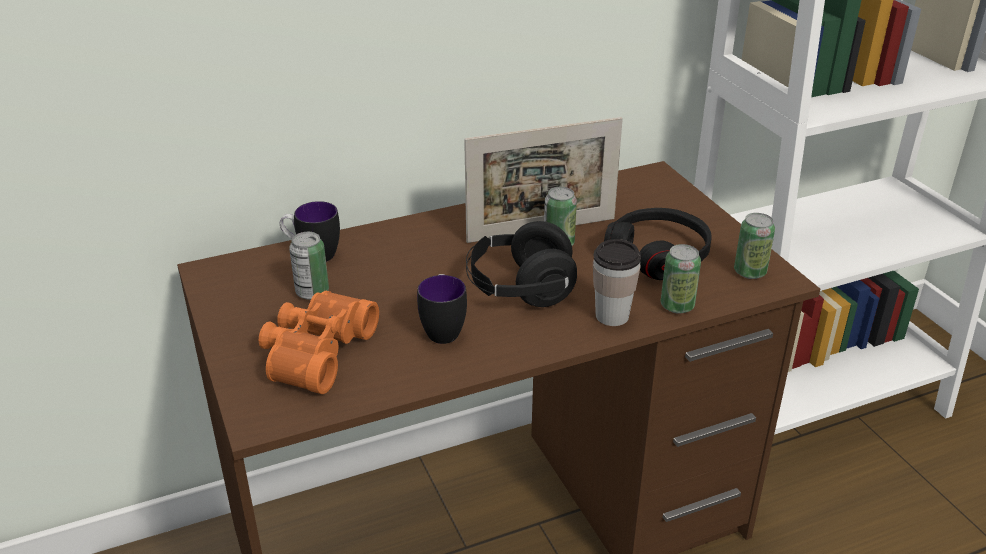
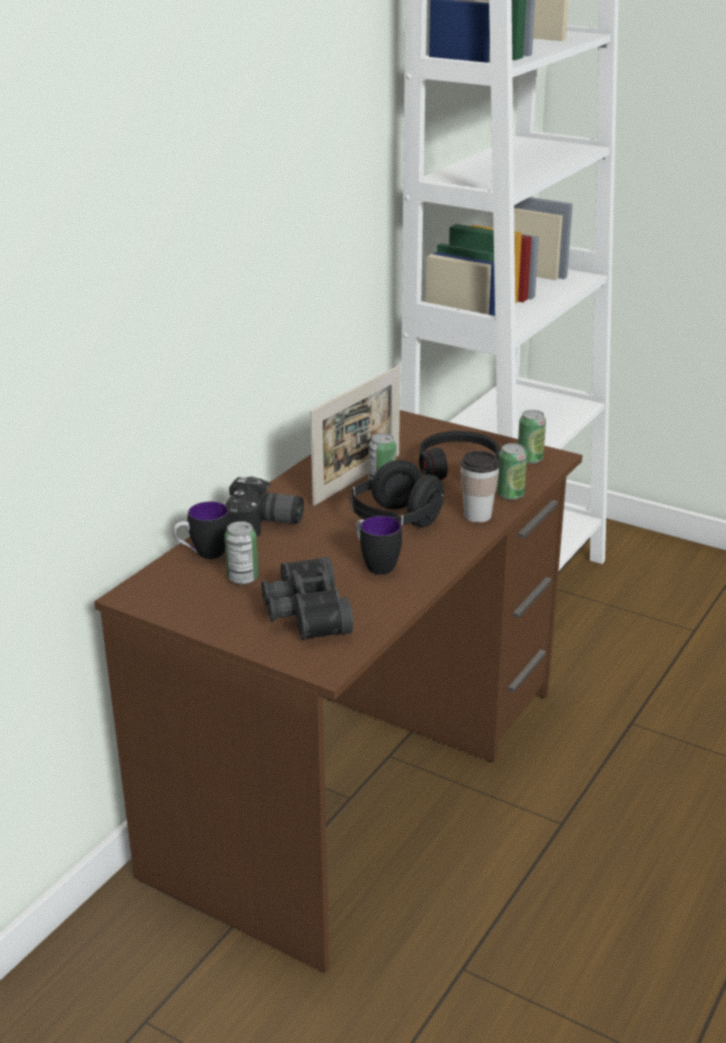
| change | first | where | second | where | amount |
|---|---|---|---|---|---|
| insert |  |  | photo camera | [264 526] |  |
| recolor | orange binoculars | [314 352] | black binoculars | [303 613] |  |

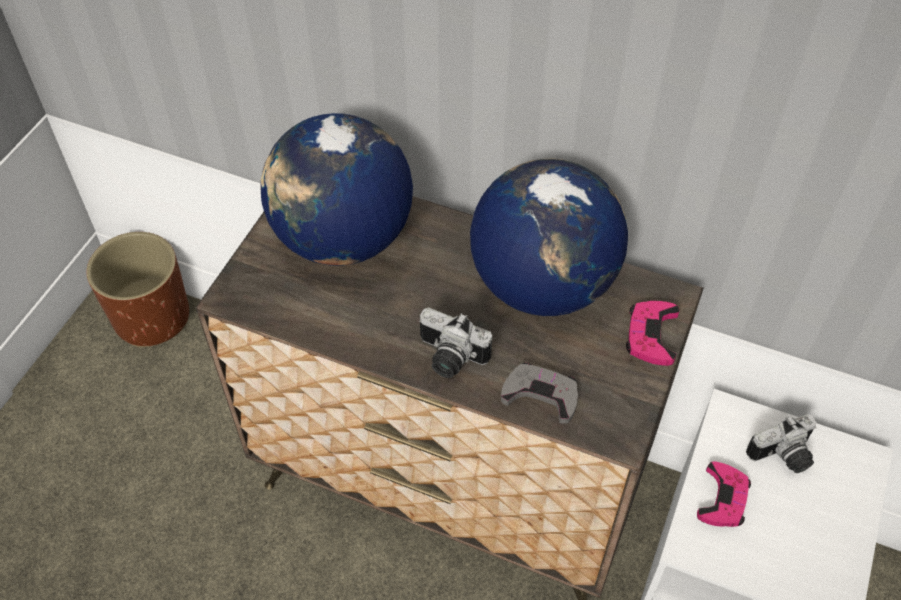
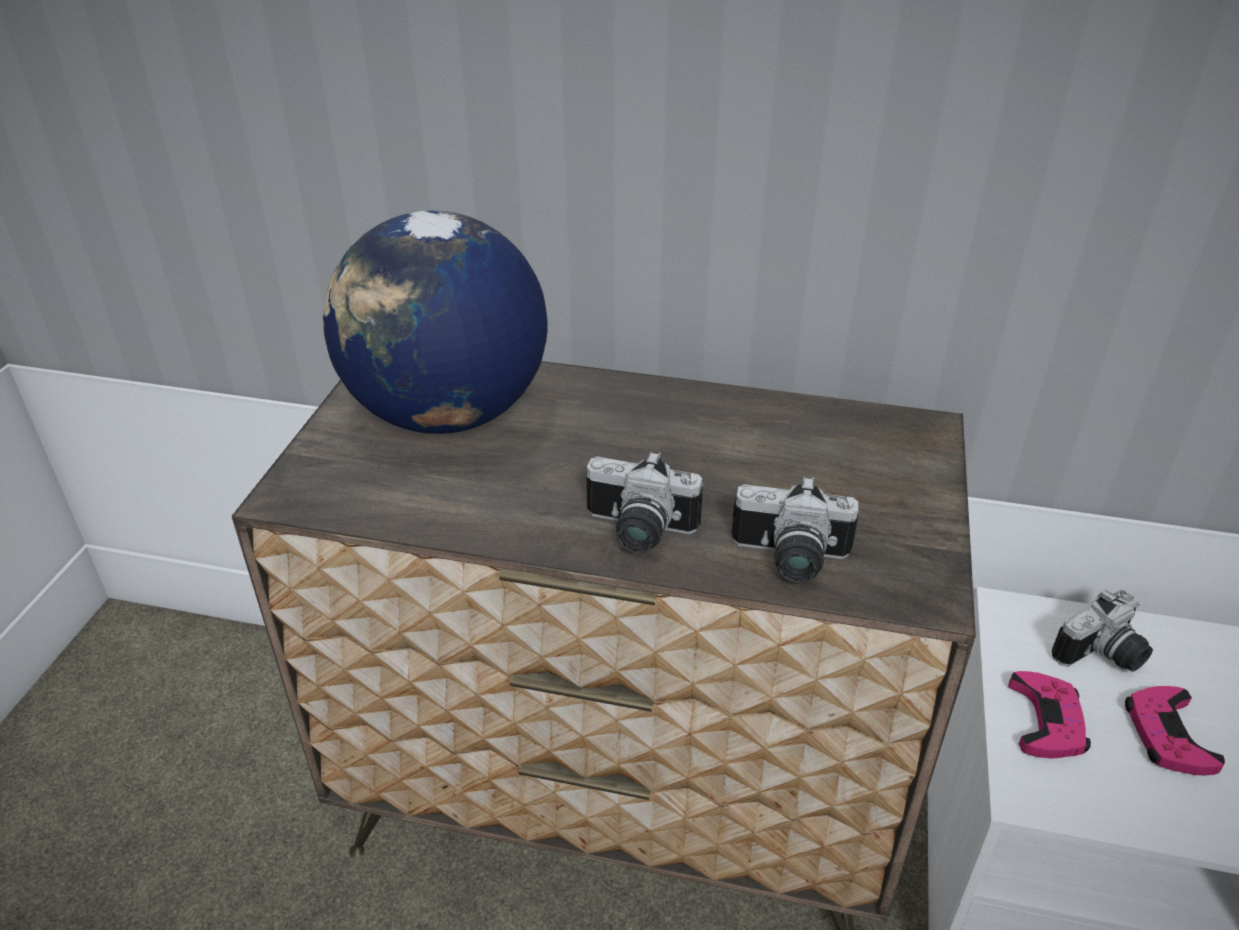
| change | first | where | second | where | amount |
|---|---|---|---|---|---|
| replace | grey game controller | [541 395] | photo camera | [789 560] |  |
| move | pink game controller | [651 335] |  | [1167 735] |  |
| delete | brown planter | [151 317] |  |  |  |
| delete | globe | [542 284] |  |  |  |

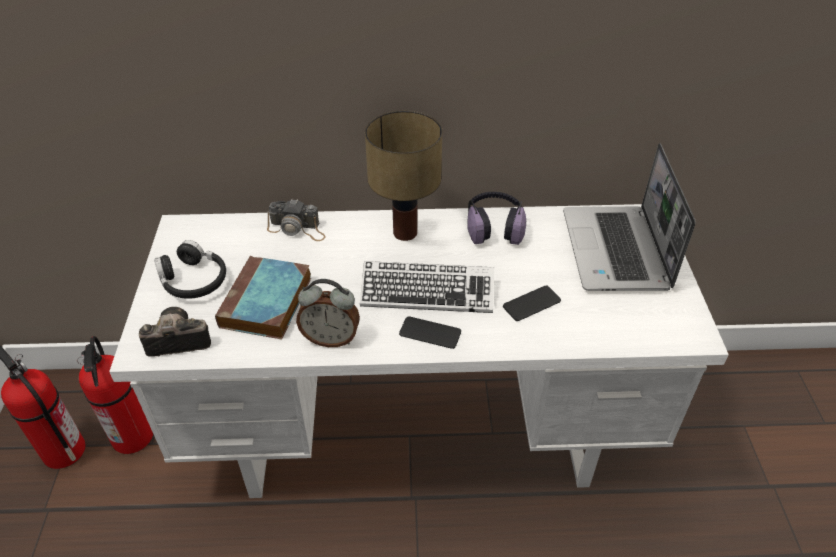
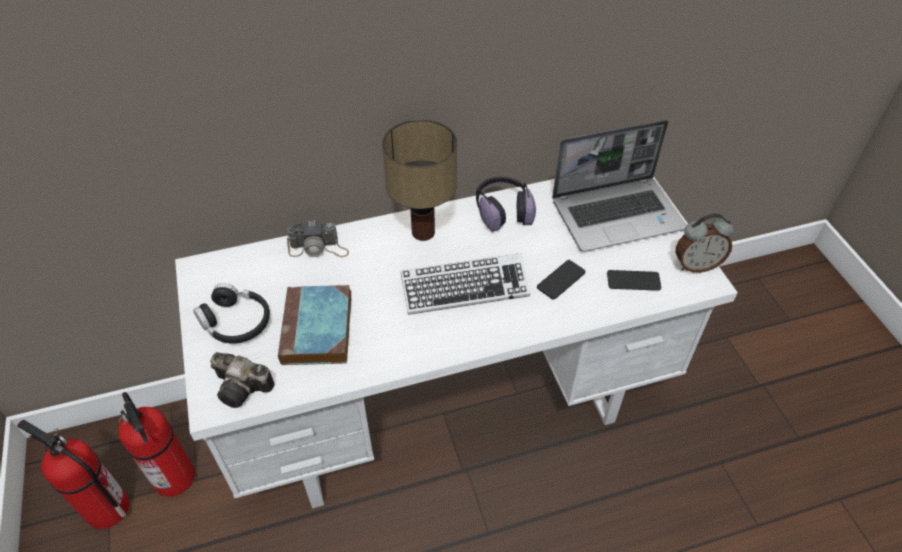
| change | first | where | second | where | amount |
|---|---|---|---|---|---|
| rotate | photo camera | [175 341] |  | [244 388] | 135 degrees counterclockwise |
| rotate | laptop | [617 251] |  | [618 214] | 90 degrees counterclockwise |
| move | phone | [430 333] |  | [633 281] |  |
| move | alarm clock | [331 338] |  | [696 265] |  |

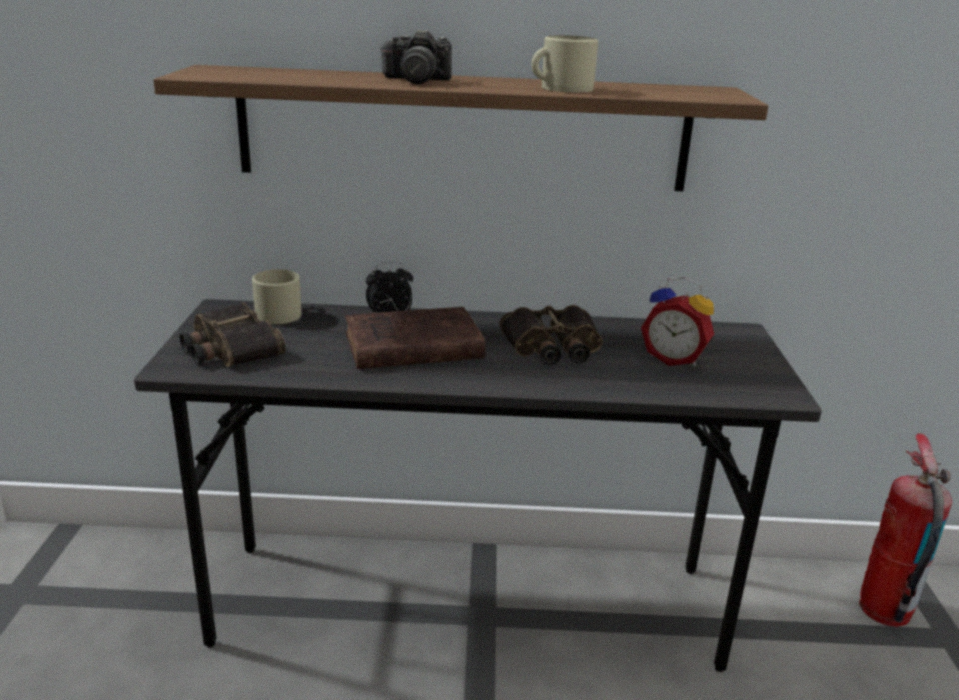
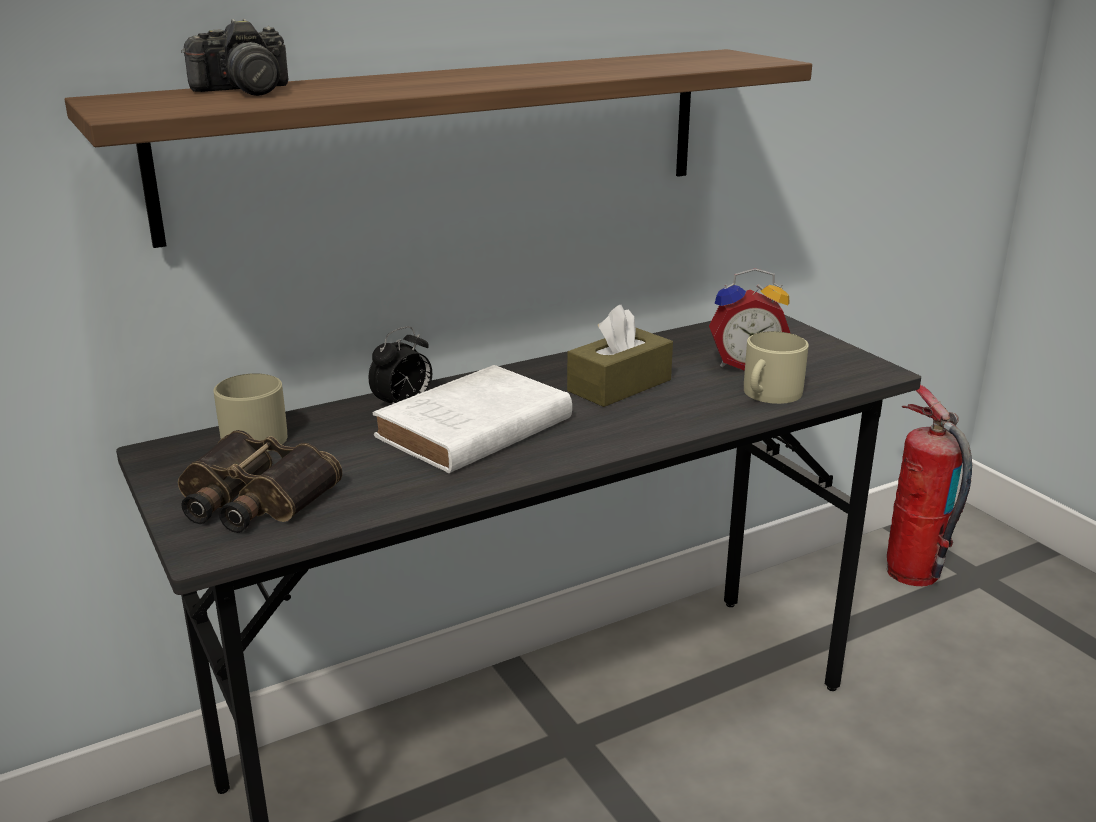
| change | first | where | second | where | amount |
|---|---|---|---|---|---|
| move | photo camera | [416 80] |  | [245 90] |  |
| recolor | brown book | [409 347] | white book | [470 430] |  |
| replace | binoculars | [552 347] | brown tissue box | [619 385] |  |
| move | beige mug | [560 88] |  | [769 394] |  |

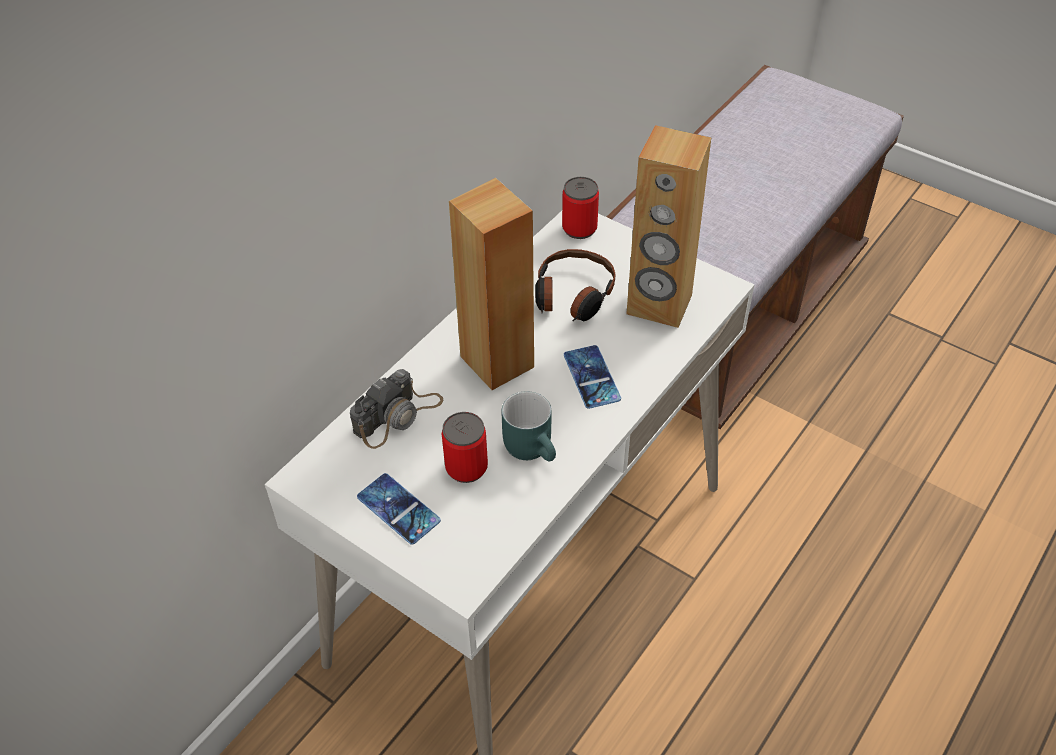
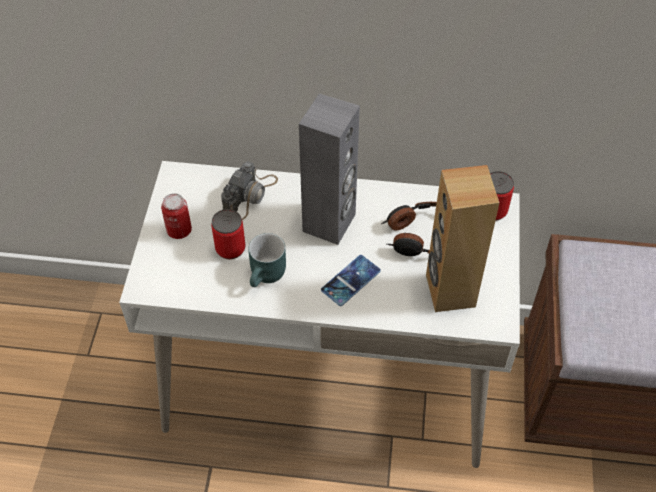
| change | first | where | second | where | amount |
|---|---|---|---|---|---|
| replace | phone | [398 509] | can | [179 230] |  |
| rotate | photo camera | [398 416] |  | [250 195] | 75 degrees counterclockwise |
| recolor | brown speaker | [498 361] | grey speaker | [330 223] |  |

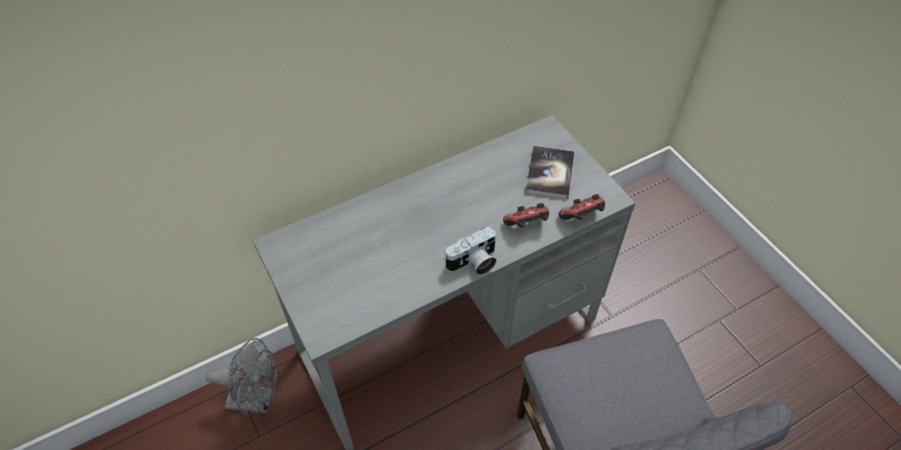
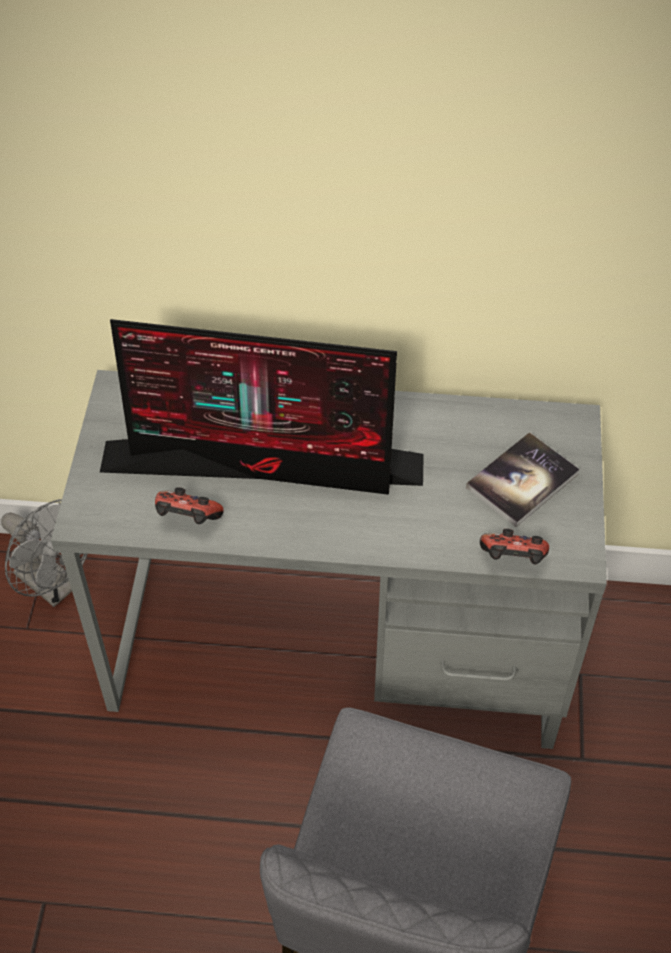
| change | first | where | second | where | amount |
|---|---|---|---|---|---|
| insert |  |  | monitor | [267 464] |  |
| move | game controller | [527 225] |  | [188 520] |  |
| delete | photo camera | [474 263] |  |  |  |

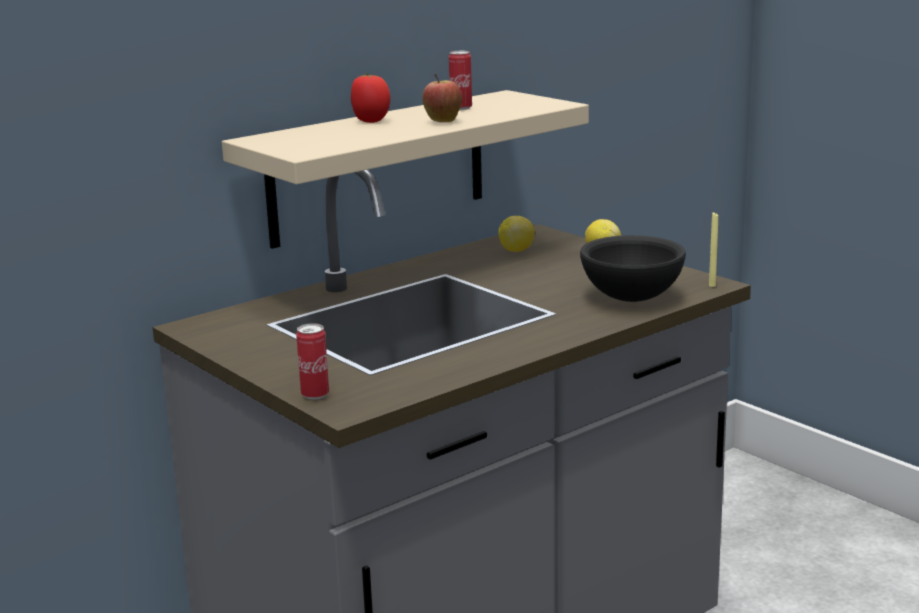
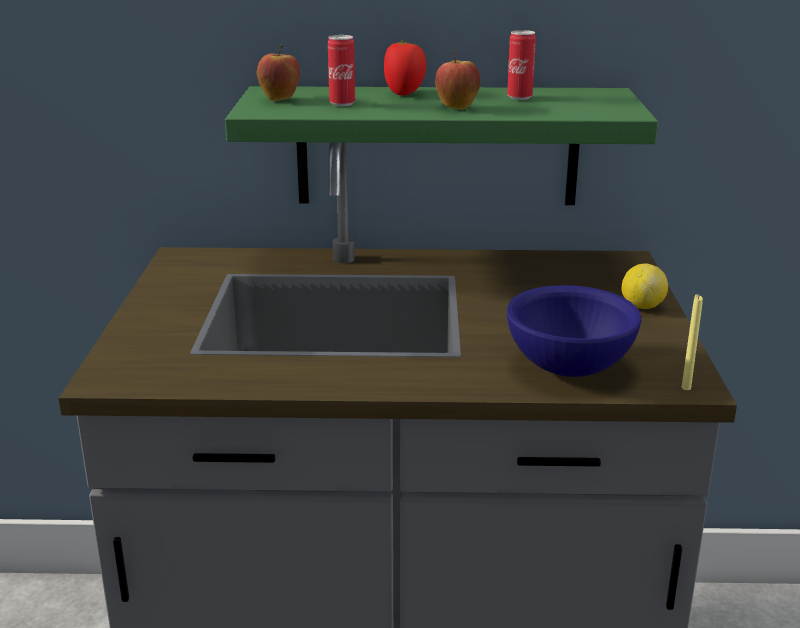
| change | first | where | second | where | amount |
|---|---|---|---|---|---|
| recolor | beige shelf | [378 167] | green shelf | [437 146] |  |
| insert |  |  | apple | [280 100] |  |
| move | can | [315 395] |  | [342 104] |  |
| recolor | black bowl | [631 298] | blue bowl | [567 368] |  |
| delete | lemon | [516 250] |  |  |  |

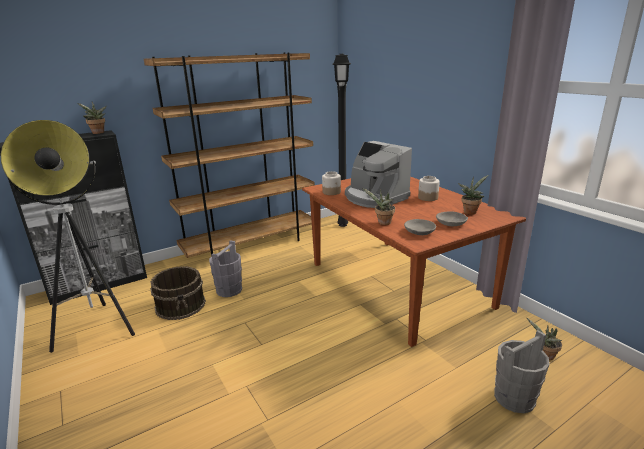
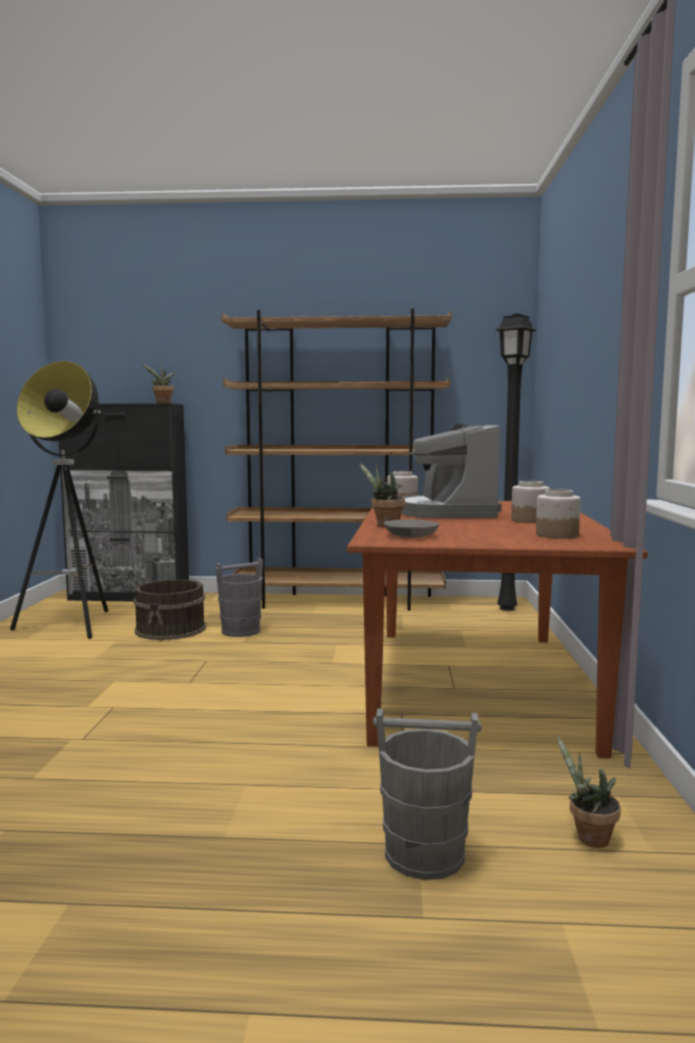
| change | first | where | second | where | amount |
|---|---|---|---|---|---|
| replace | potted plant | [470 211] | jar | [556 535] |  |
| delete | grey bowl | [451 223] |  |  |  |

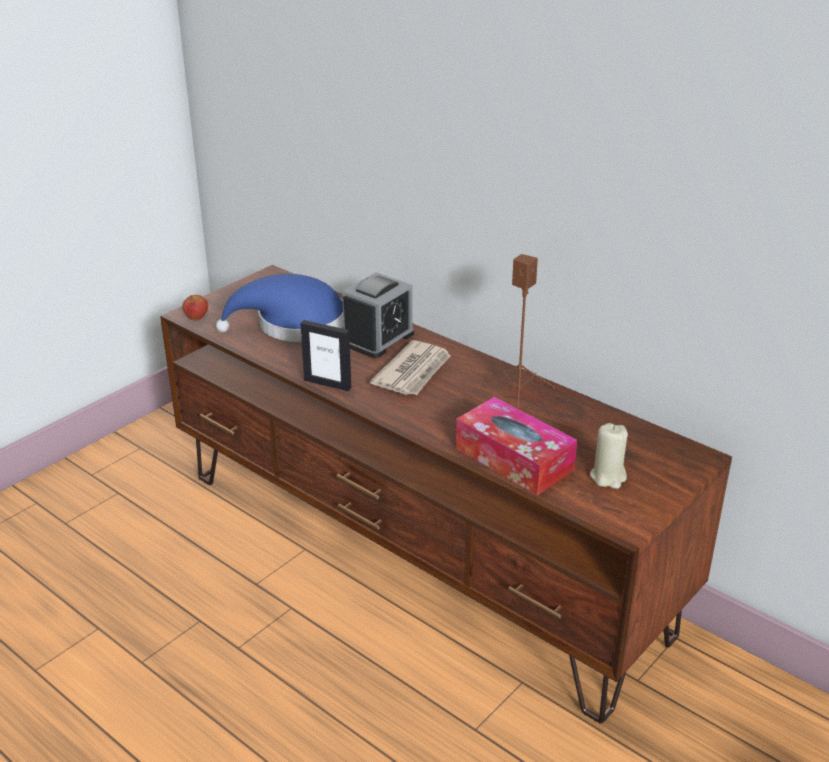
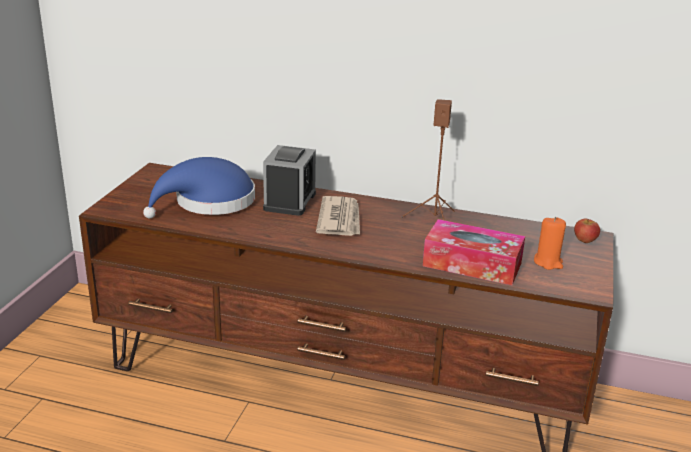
| change | first | where | second | where | amount |
|---|---|---|---|---|---|
| recolor | beige candle | [608 477] | orange candle | [548 262] |  |
| move | apple | [196 318] |  | [585 240] |  |
| delete | picture frame | [327 383] |  |  |  |

